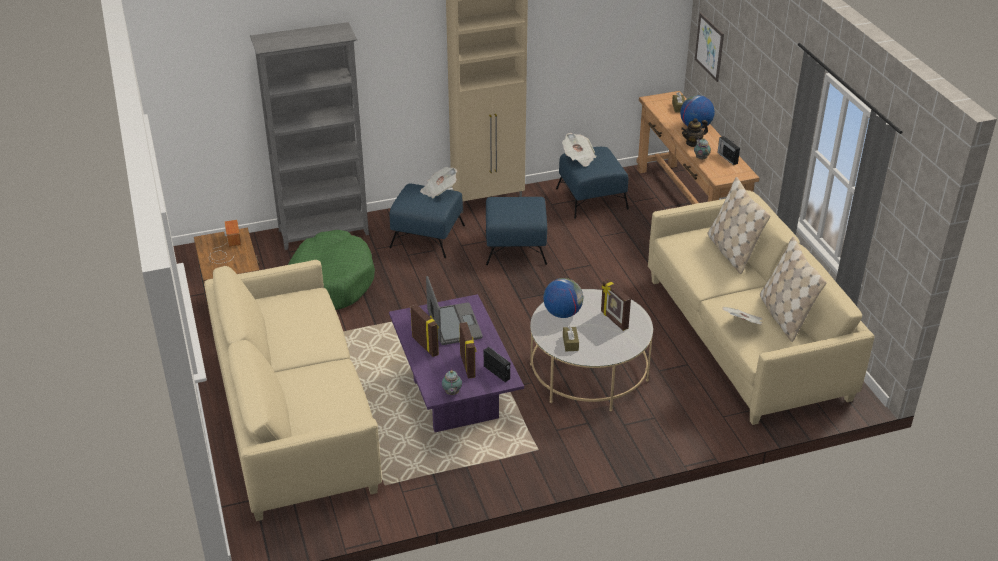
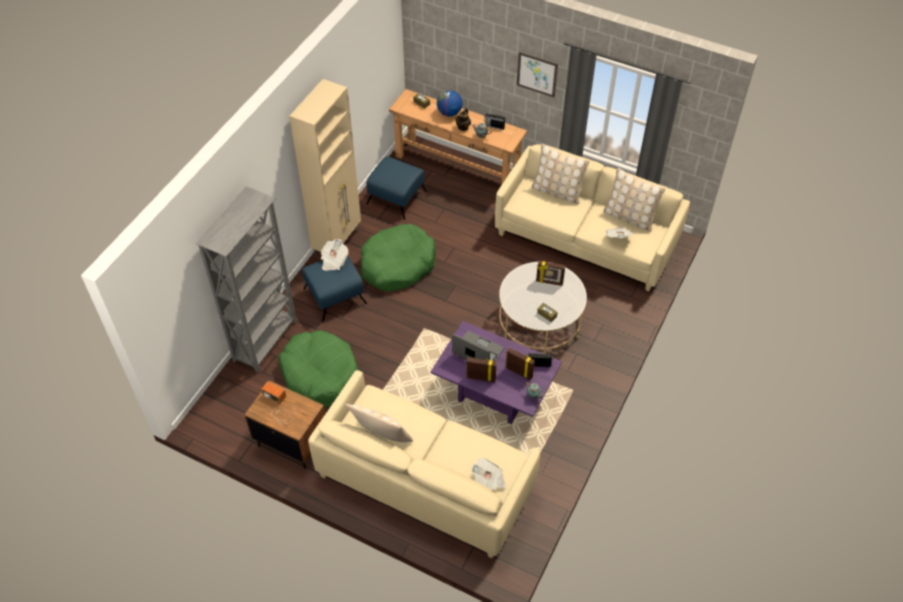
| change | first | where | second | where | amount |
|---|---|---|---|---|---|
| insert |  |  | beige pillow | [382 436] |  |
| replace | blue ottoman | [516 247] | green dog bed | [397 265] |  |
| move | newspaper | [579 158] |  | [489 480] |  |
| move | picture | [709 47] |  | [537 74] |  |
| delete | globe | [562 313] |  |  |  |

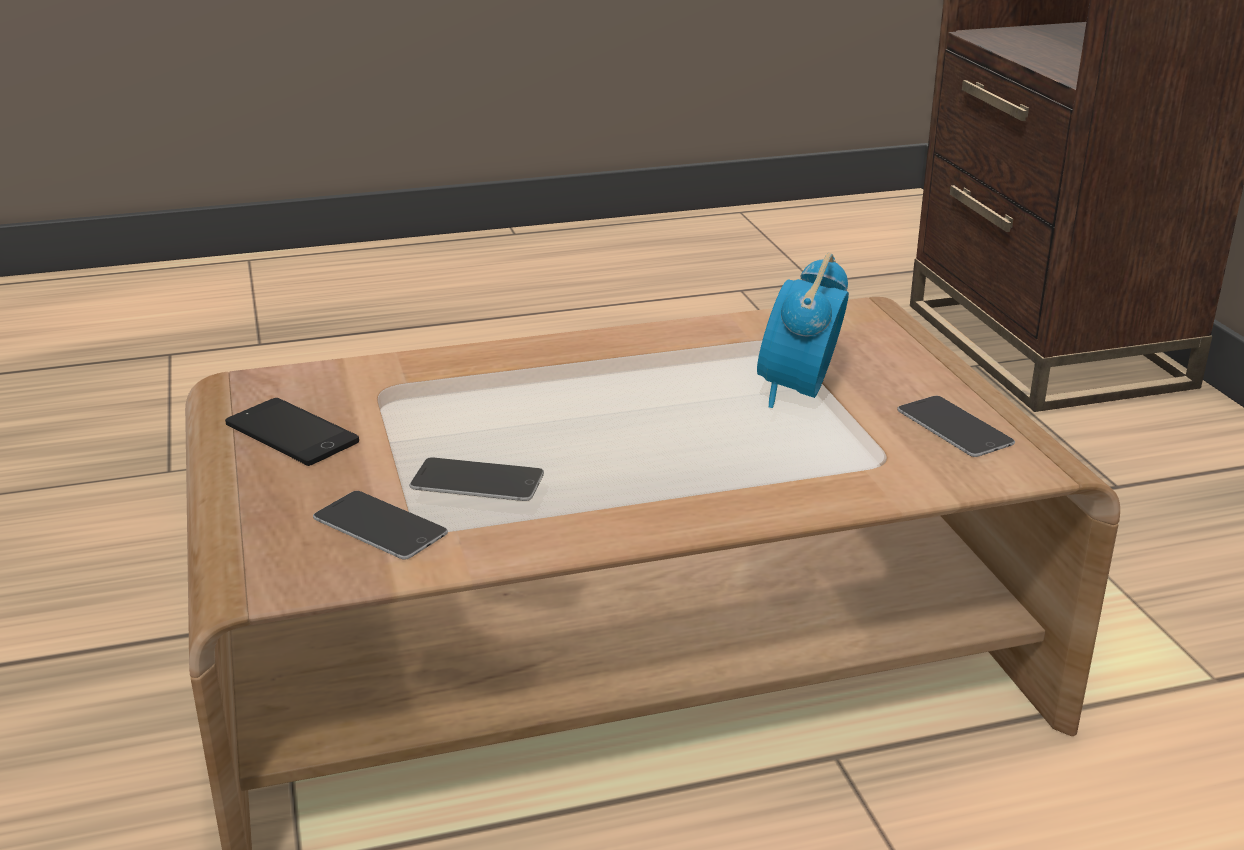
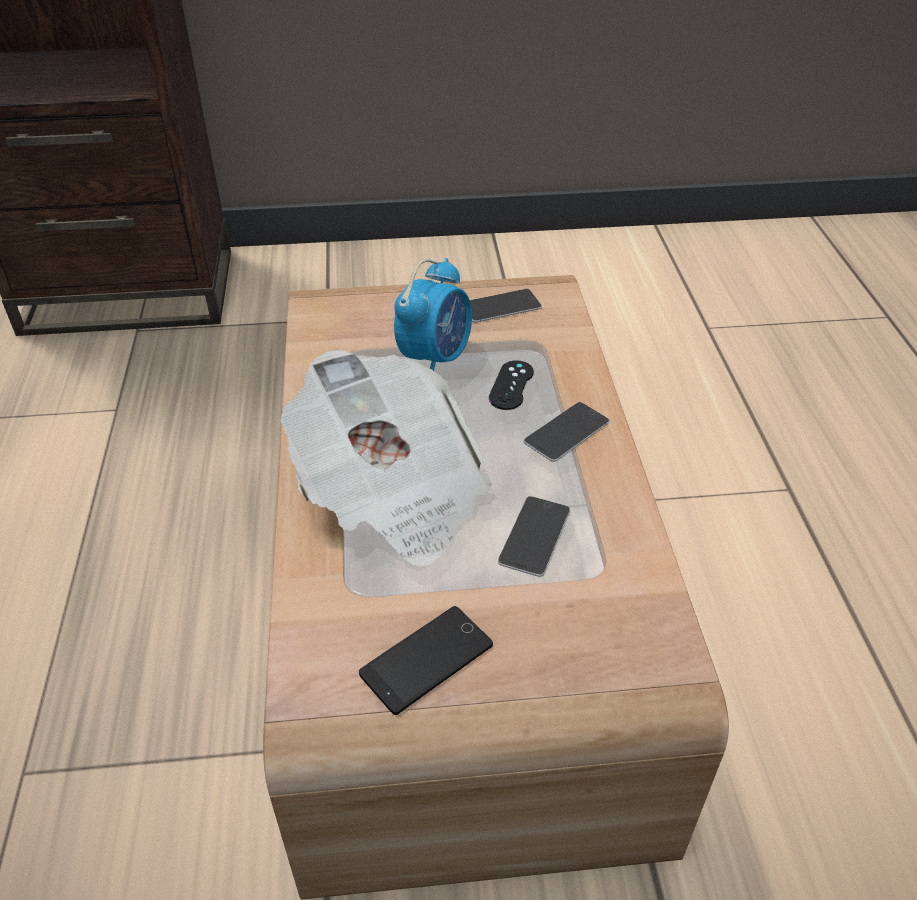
| change | first | where | second | where | amount |
|---|---|---|---|---|---|
| insert |  |  | newspaper | [392 492] |  |
| rotate | alarm clock | [798 392] |  | [435 357] | 90 degrees counterclockwise |
| insert |  |  | black game controller | [511 385] |  |
| move | phone | [380 525] |  | [566 432] |  |

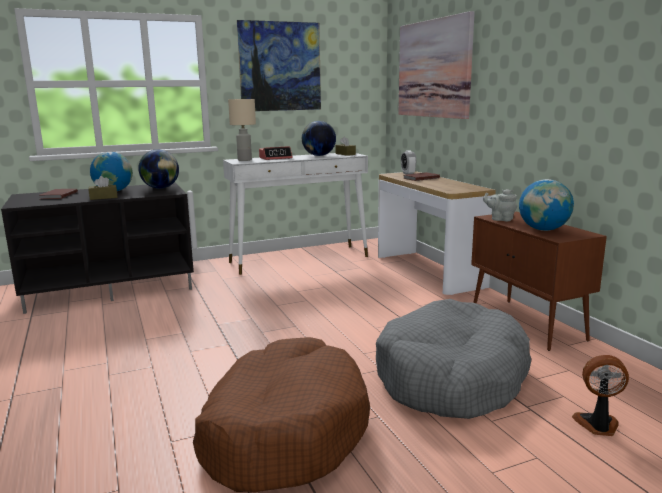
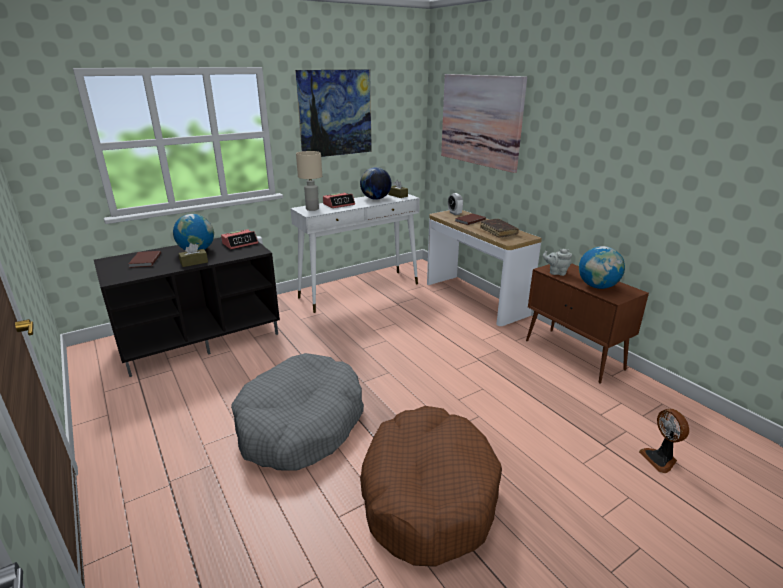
| change | first | where | second | where | amount |
|---|---|---|---|---|---|
| replace | globe | [160 188] | alarm clock | [240 243] |  |
| move | grey dog bed | [451 378] |  | [300 424] |  |
| insert |  |  | brown book | [498 232] |  |
| rotate | fan | [597 425] |  | [660 459] | 105 degrees counterclockwise |

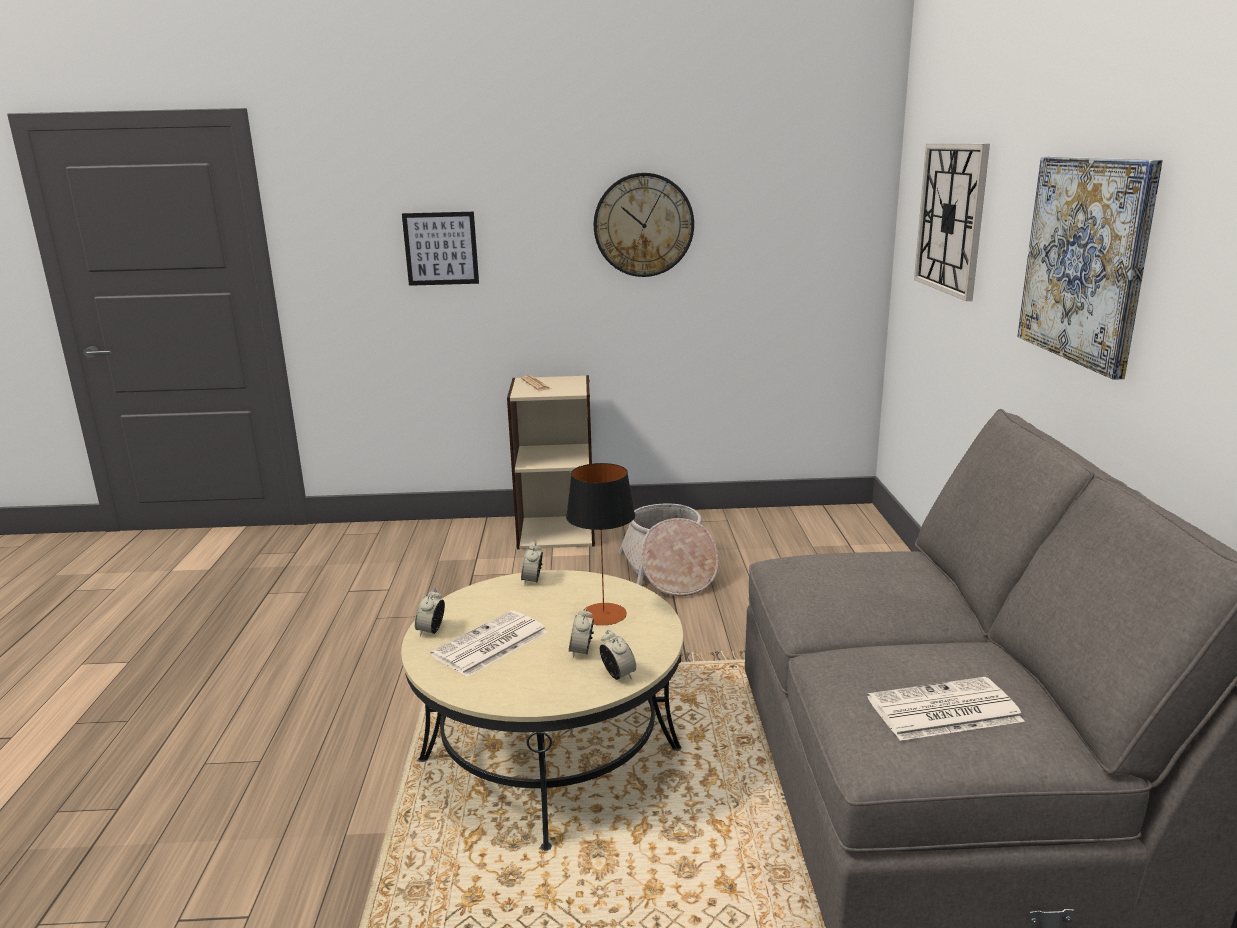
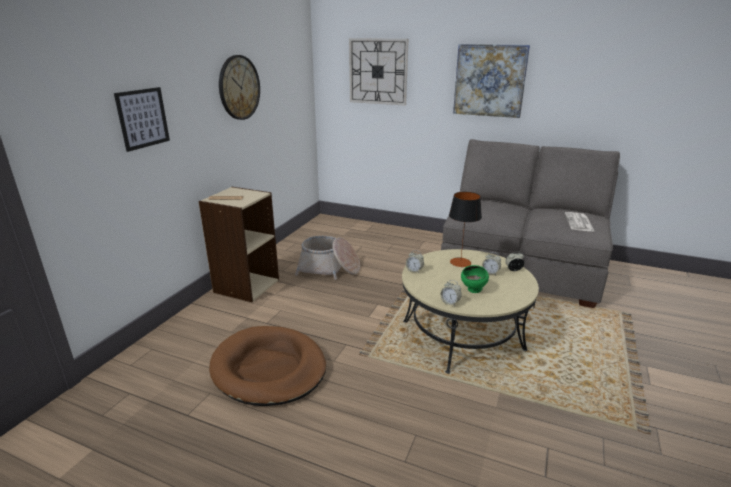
| change | first | where | second | where | amount |
|---|---|---|---|---|---|
| insert |  |  | brown dog bed | [269 369] |  |
| replace | newspaper | [490 645] | green bowl | [473 291] |  |

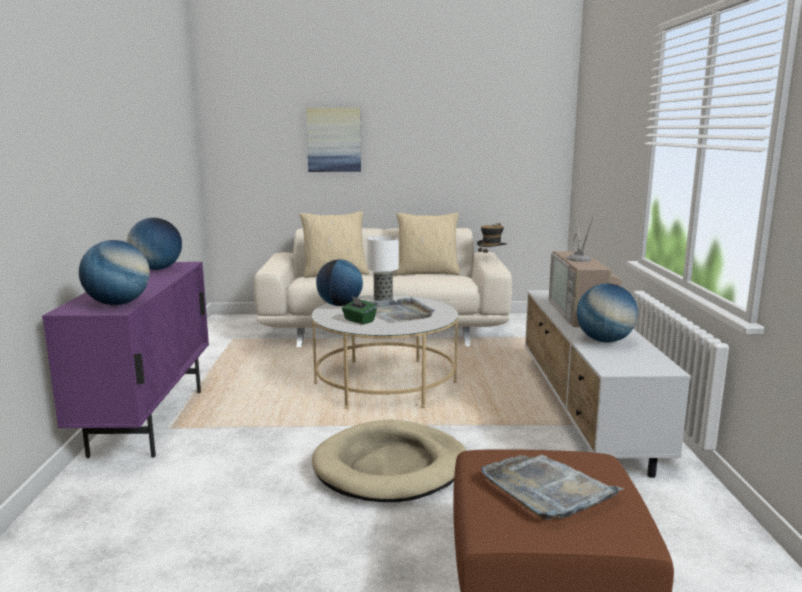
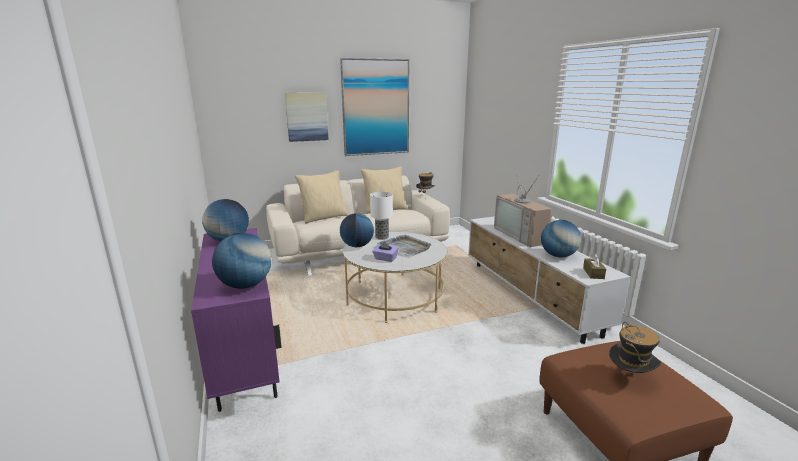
| change | first | where | second | where | amount |
|---|---|---|---|---|---|
| insert |  |  | picture | [376 108] |  |
| recolor | green tissue box | [359 321] | purple tissue box | [385 259] |  |
| insert |  |  | brown tissue box | [593 273] |  |
| replace | grey tray | [547 489] | hat | [629 379] |  |
| delete | beige dog bed | [391 467] |  |  |  |

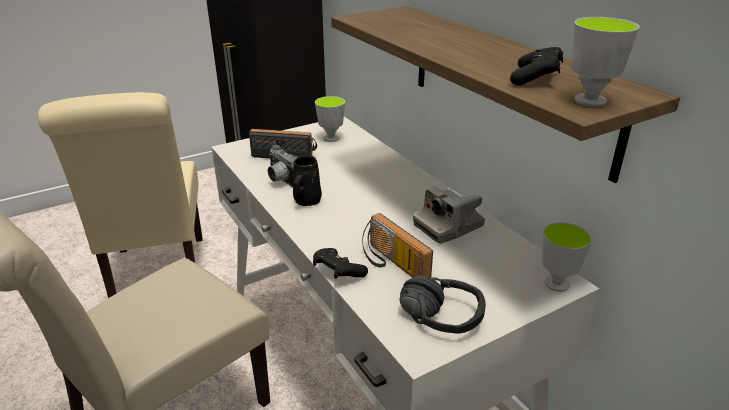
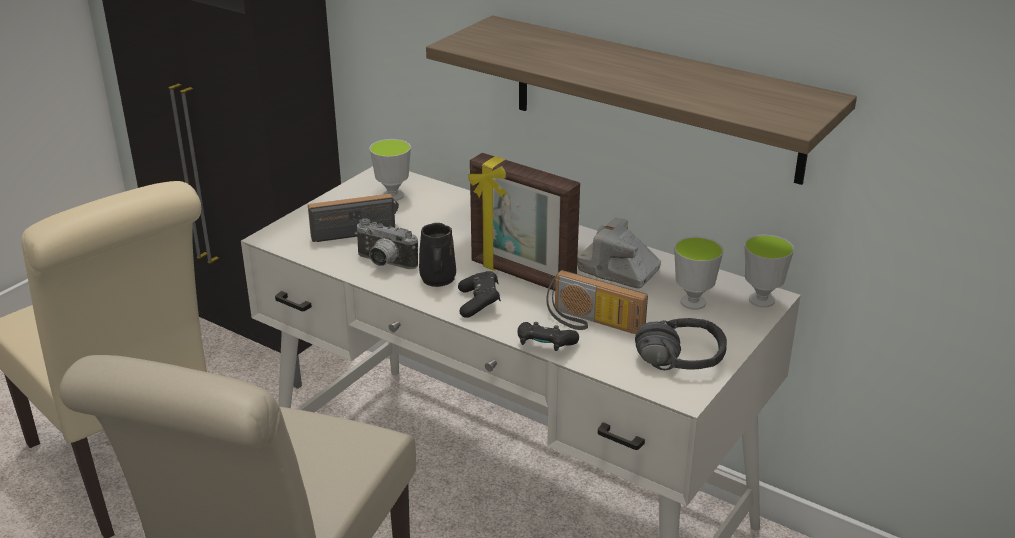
| change | first | where | second | where | amount |
|---|---|---|---|---|---|
| move | black game controller | [535 78] |  | [479 303] |  |
| insert |  |  | picture frame | [521 275] |  |
| rotate | photo camera | [448 226] |  | [618 270] | 90 degrees clockwise |
| move | cup | [590 101] |  | [693 302] |  |

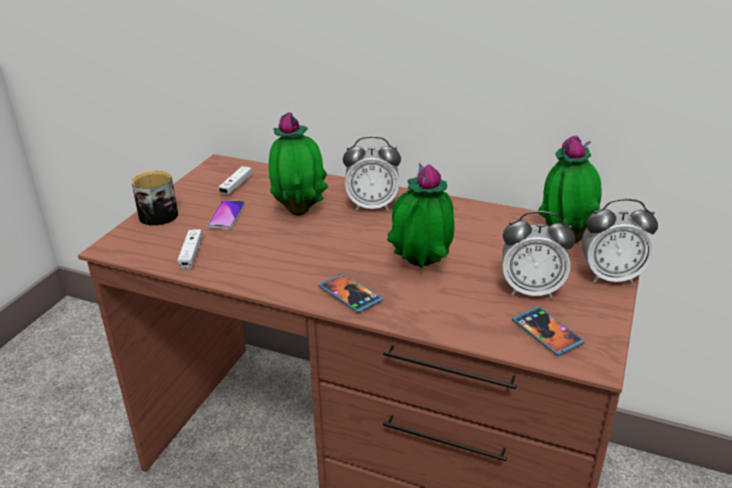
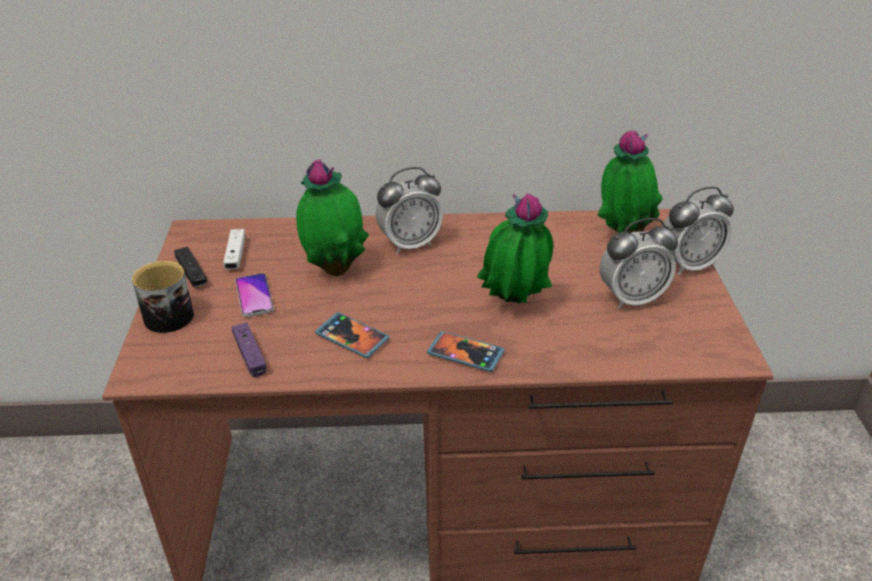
| change | first | where | second | where | amount |
|---|---|---|---|---|---|
| insert |  |  | black game controller | [192 273] |  |
| recolor | white game controller | [191 254] | purple game controller | [250 355] |  |
| move | phone | [546 333] |  | [352 337] |  |

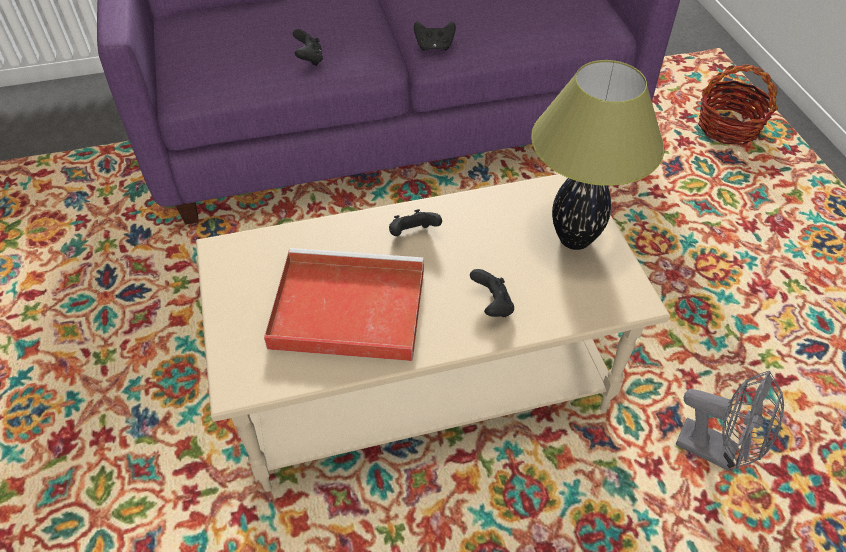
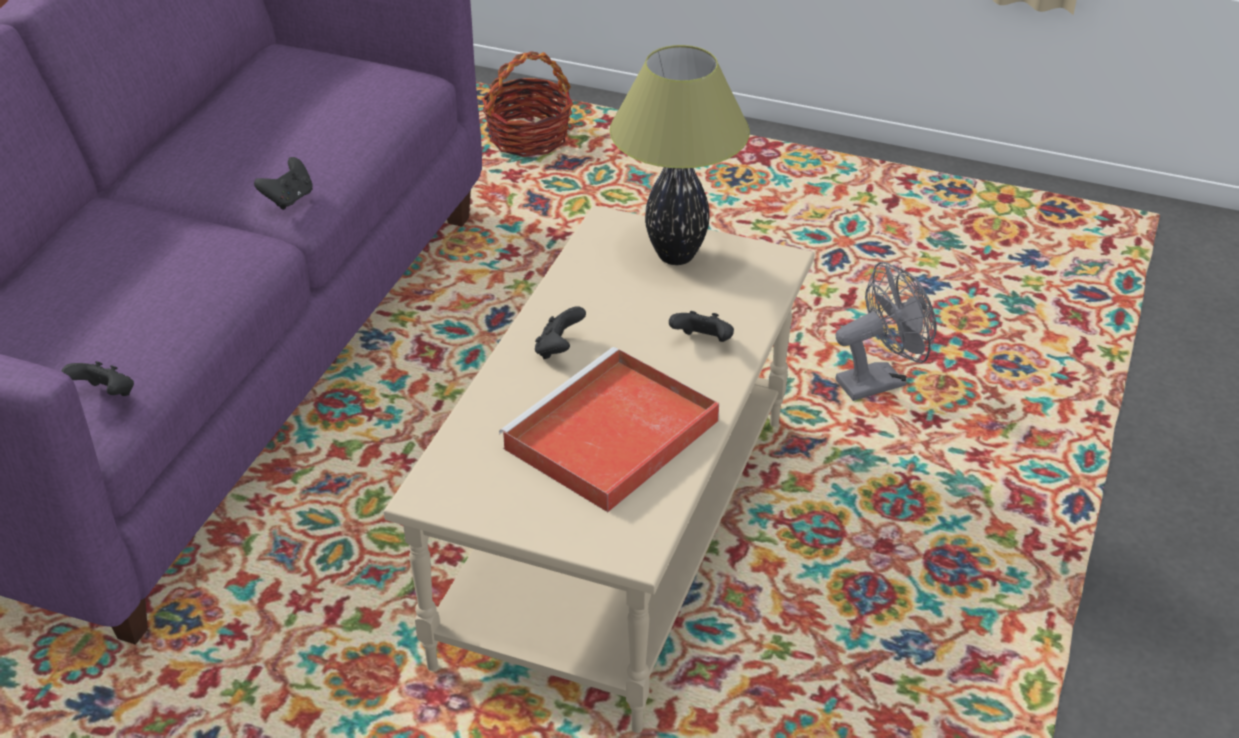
| change | first | where | second | where | amount |
|---|---|---|---|---|---|
| move | black game controller | [309 59] |  | [106 395] |  |

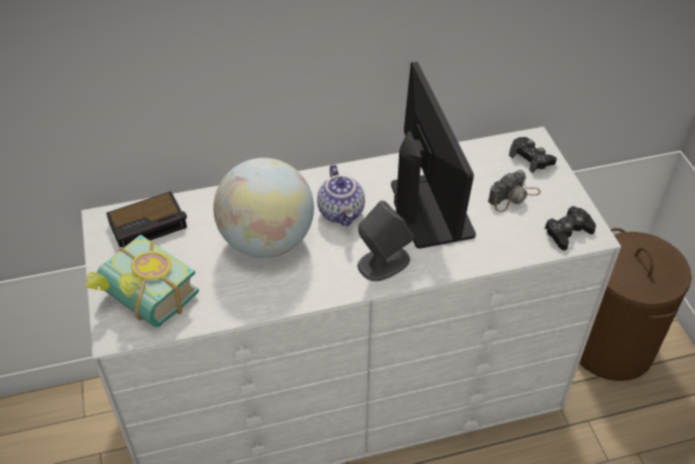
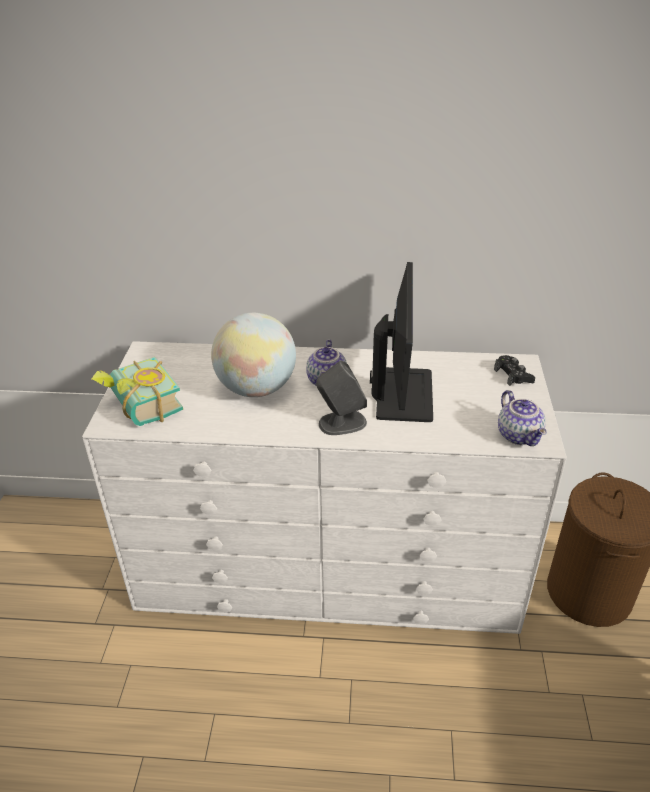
| change | first | where | second | where | amount |
|---|---|---|---|---|---|
| replace | black game controller | [568 232] | teapot | [520 435] |  |
| delete | alarm clock | [149 224] |  |  |  |
| delete | photo camera | [514 196] |  |  |  |

